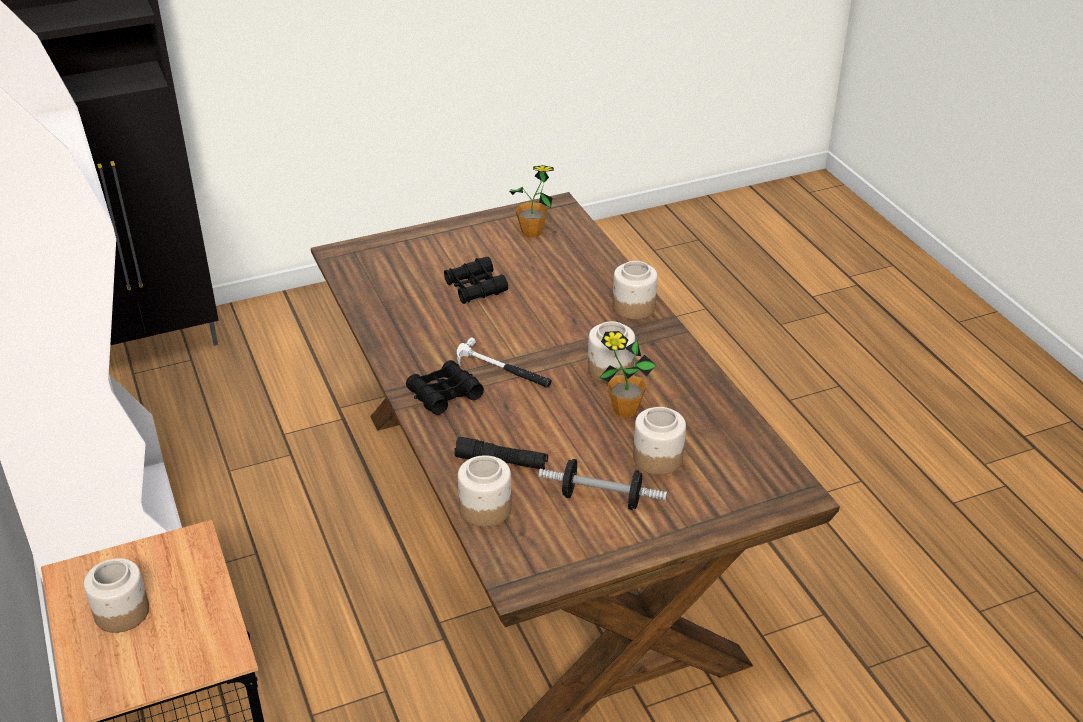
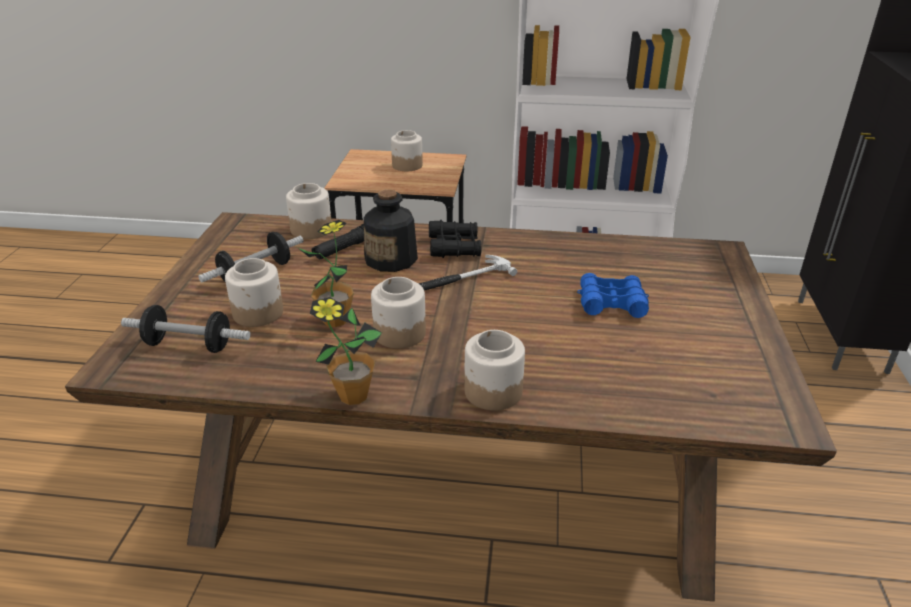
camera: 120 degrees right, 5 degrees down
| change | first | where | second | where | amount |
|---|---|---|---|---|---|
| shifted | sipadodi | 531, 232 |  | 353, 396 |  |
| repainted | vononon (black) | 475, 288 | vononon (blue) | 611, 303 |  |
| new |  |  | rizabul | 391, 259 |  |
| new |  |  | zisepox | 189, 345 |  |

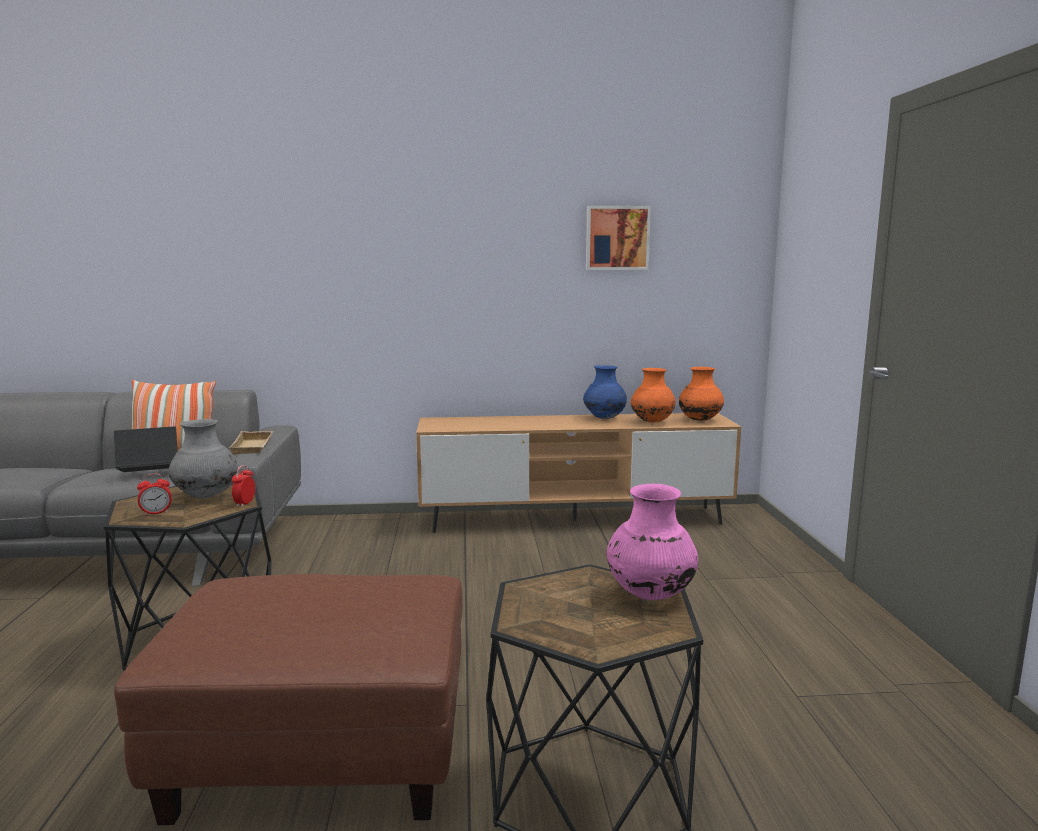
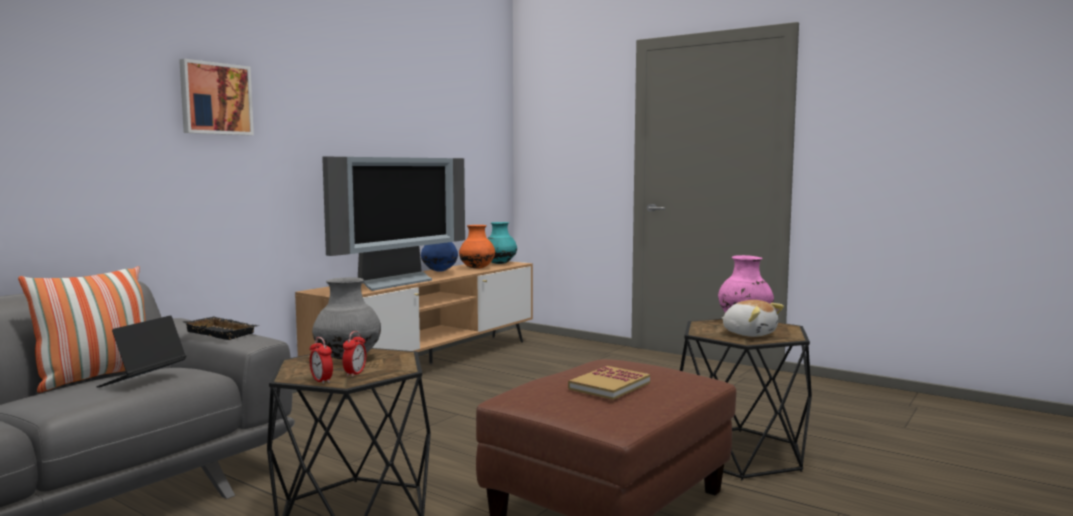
camera: 50 degrees left, 5 degrees down
| change | first | where | second | where | amount |
|---|---|---|---|---|---|
| shifted | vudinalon | 617, 238 |  | 215, 99 |  |
| repainted | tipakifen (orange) | 700, 420 | tipakifen (turquoise) | 500, 264 |  |
| repainted | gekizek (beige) | 254, 447 | gekizek (black) | 223, 333 |  |
| shifted | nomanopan | 244, 504 |  | 321, 381 |  |
| new |  |  | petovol | 389, 283 |  |
| new |  |  | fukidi | 749, 334 |  |
| new |  |  | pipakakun | 609, 386 |  |

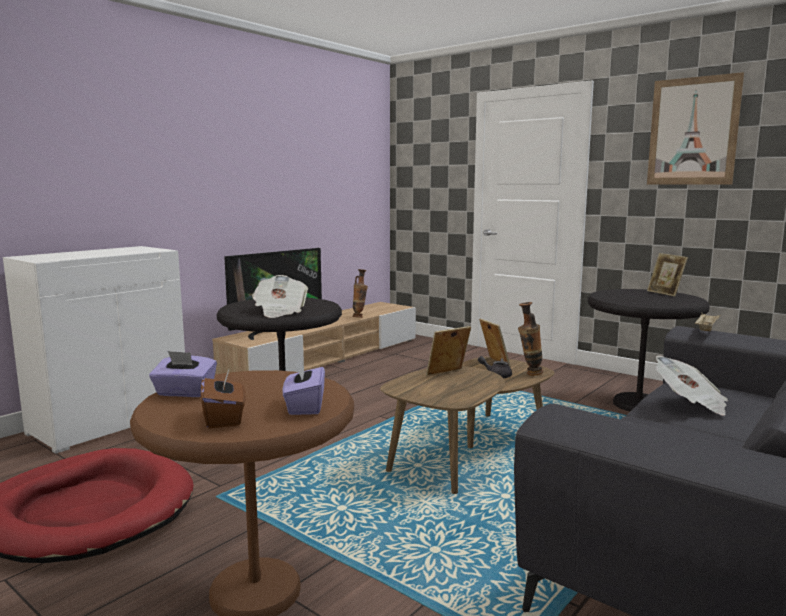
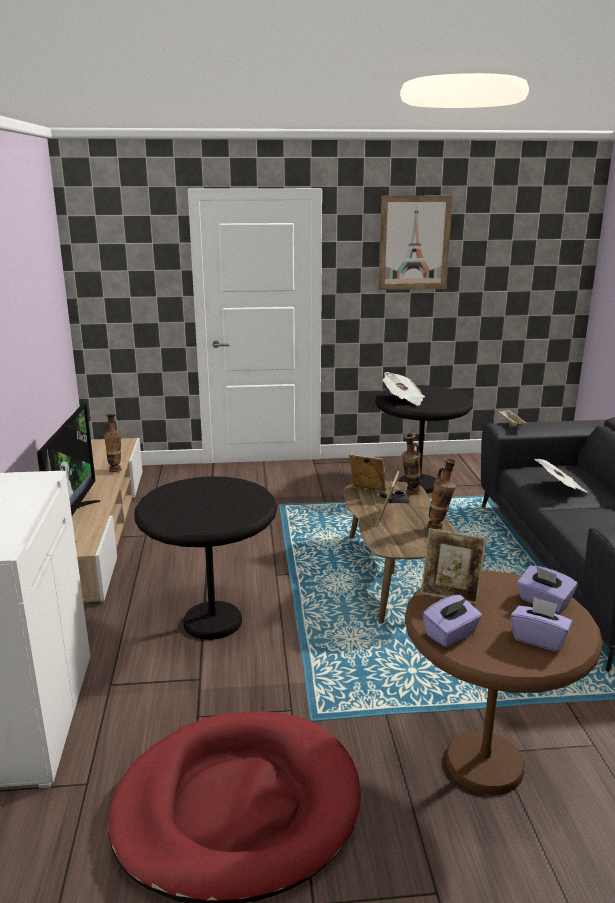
camera: 45 degrees left, 10 degrees up
| change | first | where | second | where | amount |
|---|---|---|---|---|---|
| shifted | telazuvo | 665, 293 |  | 450, 593 |  |
| shifted | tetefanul | 280, 311 |  | 403, 400 |  |
| repainted | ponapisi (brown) | 224, 418 | ponapisi (purple) | 539, 639 |  |
| new |  |  | tipakifen | 439, 528 |  |

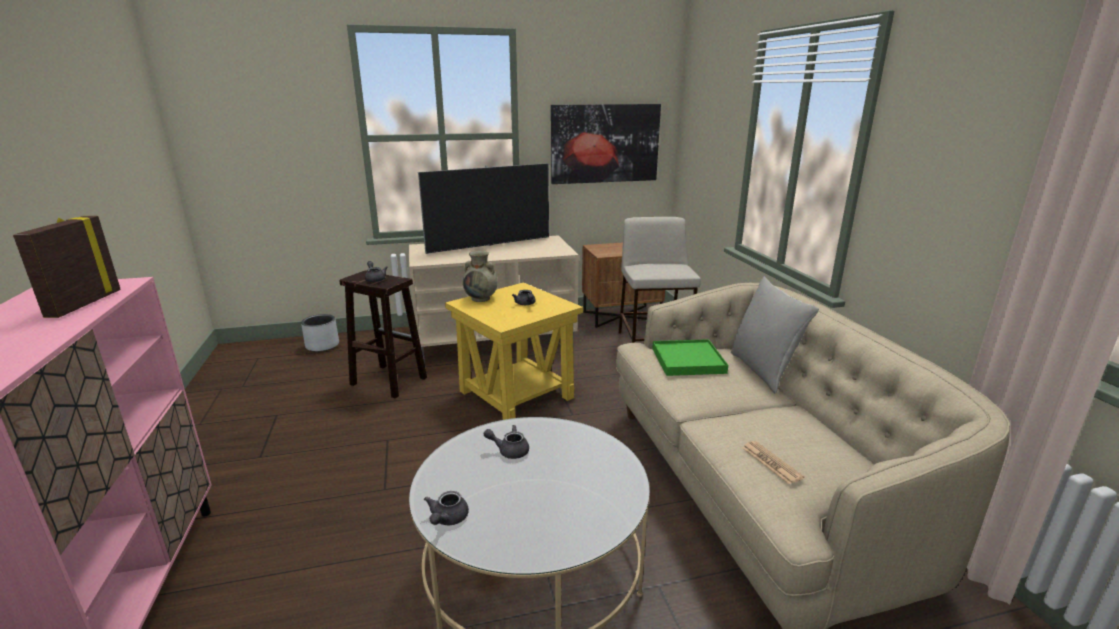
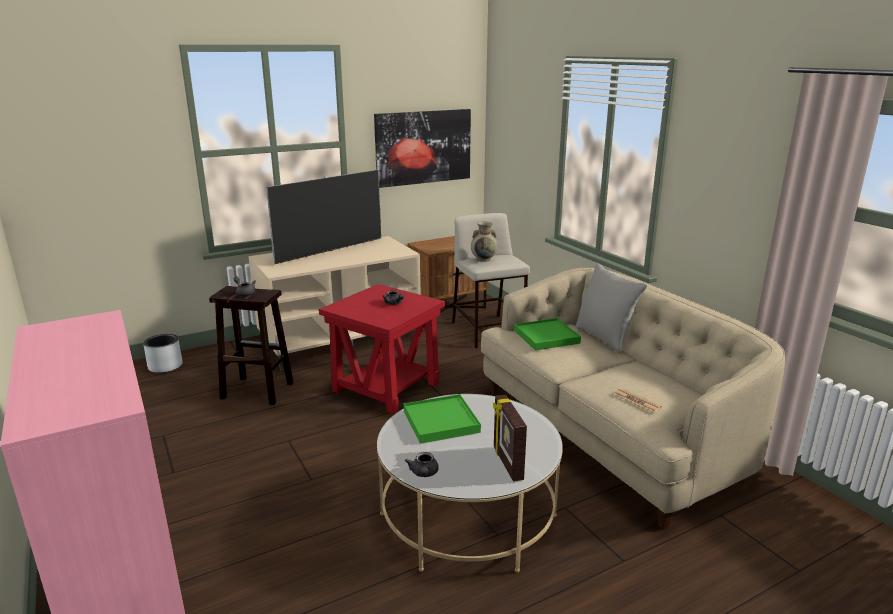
camera: 15 degrees left, 0 degrees up
| change | first | where | second | where | amount |
|---|---|---|---|---|---|
| shifted | telazuvo | 83, 304 |  | 507, 463 |  |
| shifted | tipakifen (beige) | 481, 298 |  | 484, 259 |  |
| repainted | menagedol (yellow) | 517, 394 | menagedol (red) | 387, 387 |  |
| swapped | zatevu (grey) | 509, 450 | gekizek (green) | 441, 421 |  |

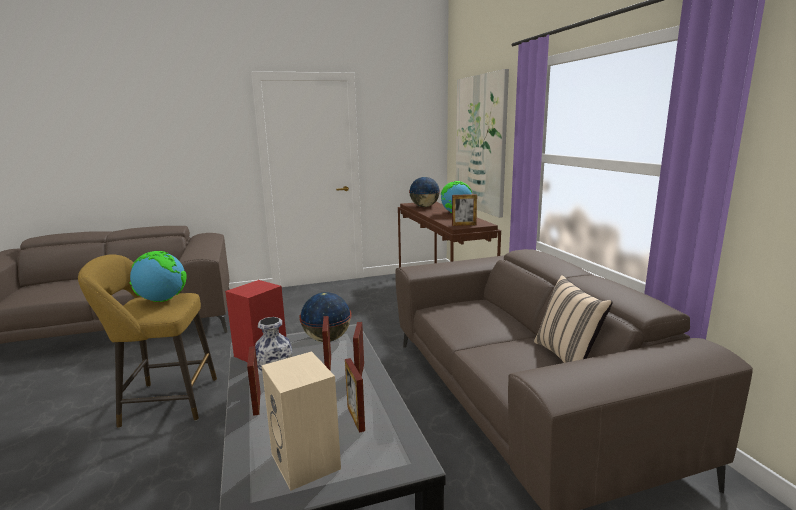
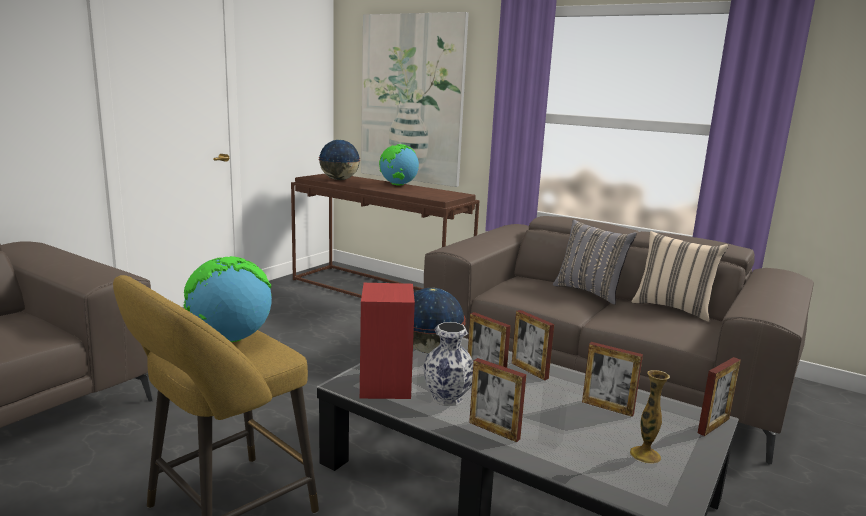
camera: 40 degrees left, 0 degrees up
| change | first | where | second | where | amount |
|---|---|---|---|---|---|
| shifted | telazuvo | 464, 225 |  | 713, 426 |  |
| swapped | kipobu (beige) | 307, 462 | tipakifen | 645, 455 |  |
| new |  |  | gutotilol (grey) | 590, 292 |  |

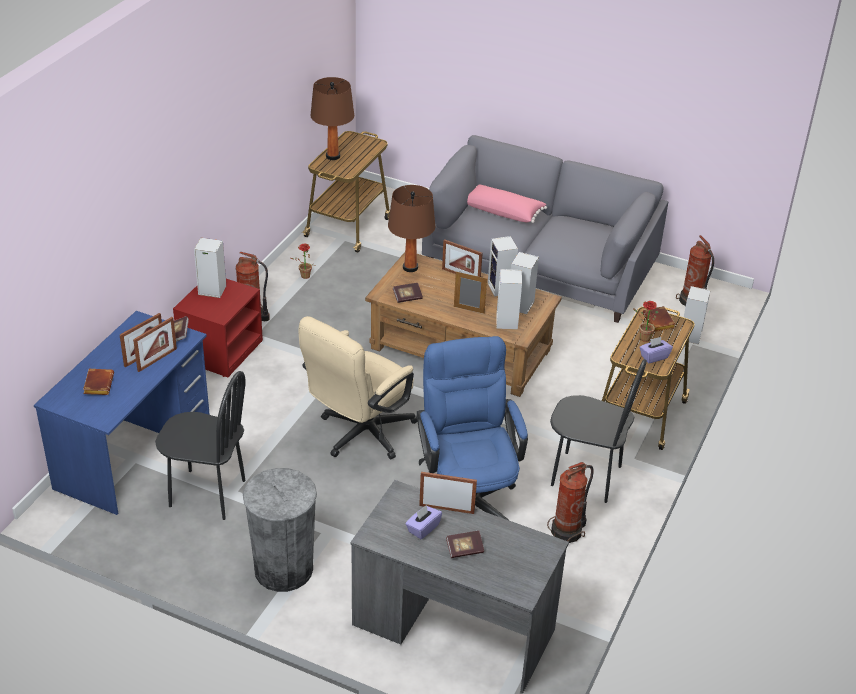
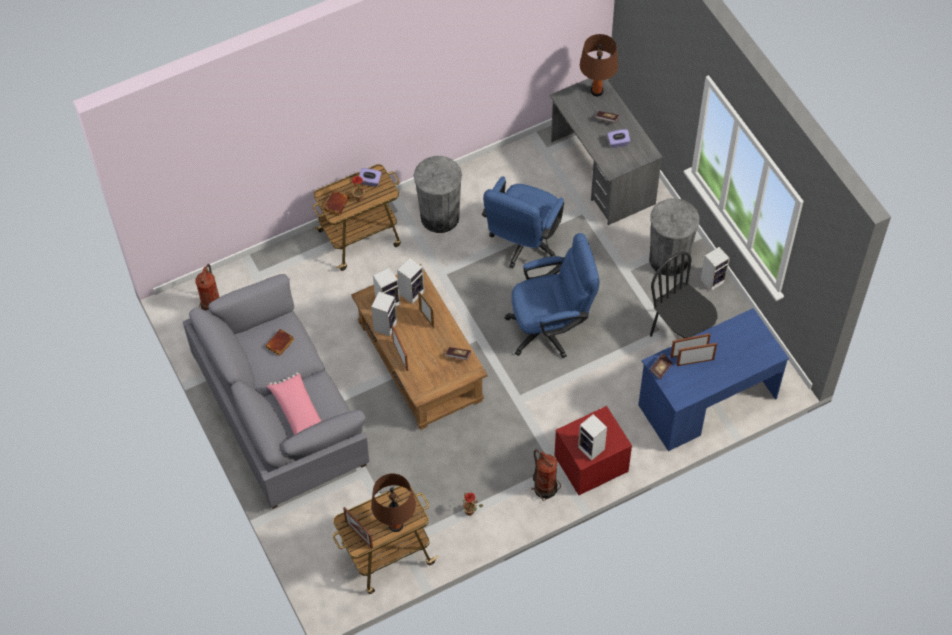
camera: 140 degrees left, 20 degrees up
| change | first | where | second | where | amount |
|---|---|---|---|---|---|
| shifted | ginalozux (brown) | 410, 267 |  | 597, 91 |  |
| shifted | kipobu | 691, 336 |  | 713, 280 |  |
| repainted | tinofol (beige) | 360, 435 | tinofol (blue) | 551, 328 |  |
| swapped | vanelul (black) | 586, 476 | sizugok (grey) | 440, 216 |  |
| shifted | pipakakun (brown) | 98, 384 |  | 280, 344 |  |
| gone | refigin | 568, 531 |  |  |  |
| shifted | telazuvo | 446, 509 |  | 359, 534 |  |

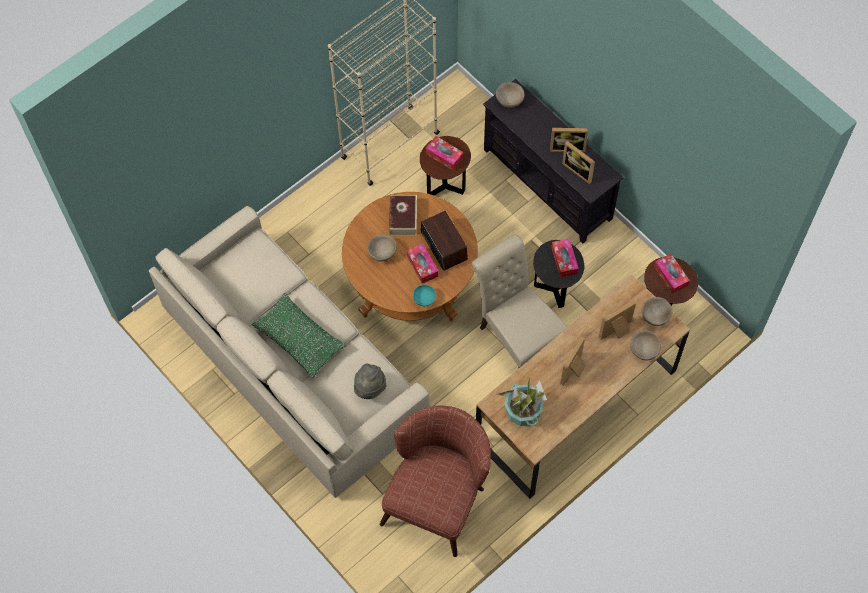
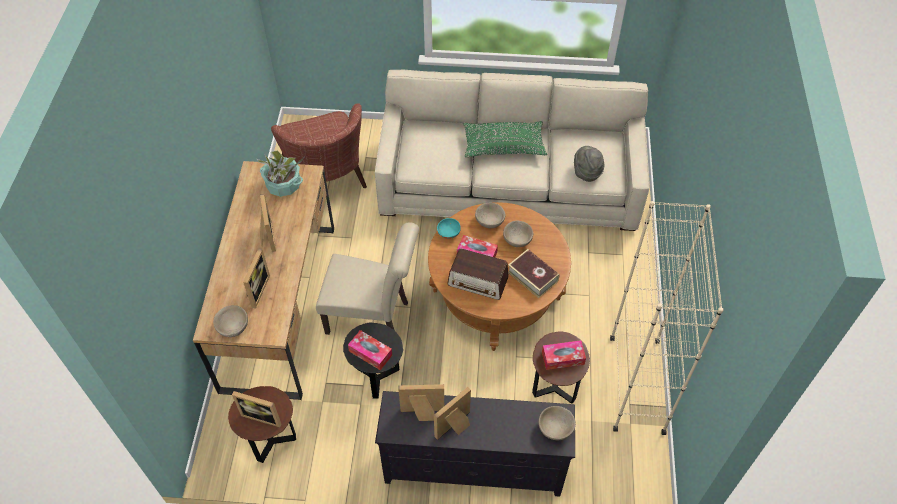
camera: 135 degrees right, 10 degrees down
| change | first | where | second | where | amount |
|---|---|---|---|---|---|
| swapped | ponapisi | 670, 276 | telazuvo | 263, 415 |  |
| shifted | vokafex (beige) | 643, 349 |  | 490, 221 |  |
| shifted | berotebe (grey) | 370, 388 |  | 586, 172 |  |

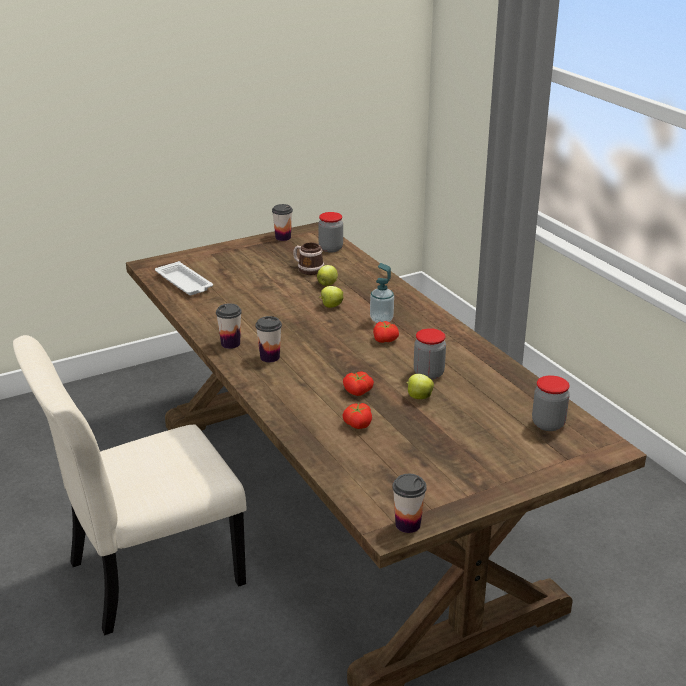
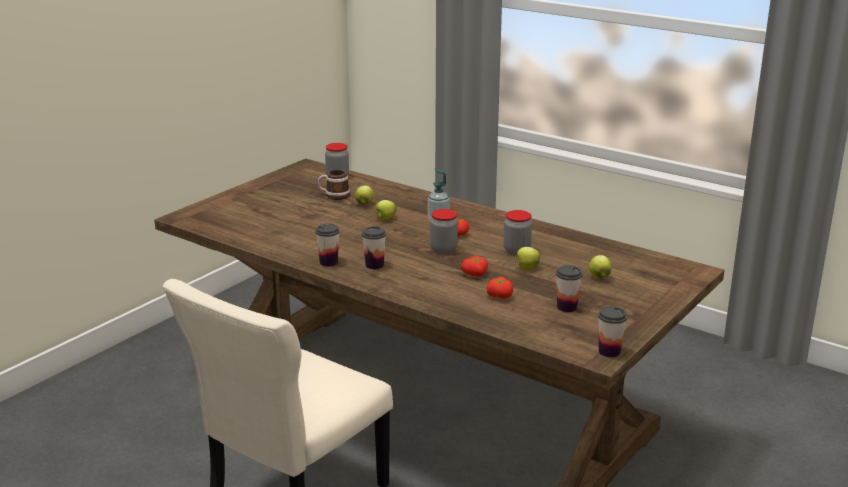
camera: 25 degrees left, 5 degrees down
| change | first | where | second | where | amount |
|---|---|---|---|---|---|
| shifted | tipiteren | 283, 237 |  | 567, 307 |  |
| gone | gekizek (white) | 185, 283 |  |  |  |
| shifted | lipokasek | 548, 424 |  | 443, 249 |  |
| new |  |  | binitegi | 599, 276 |  |

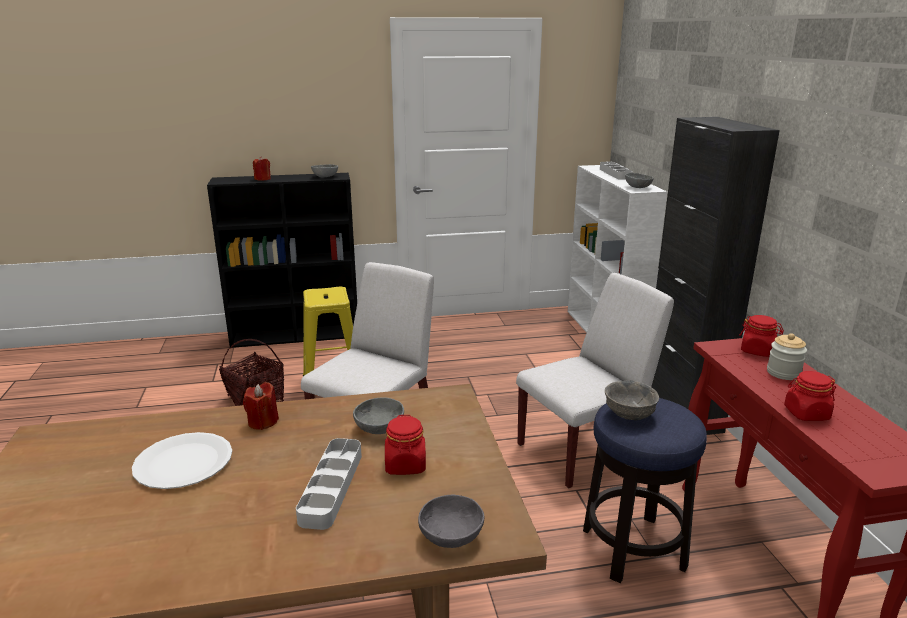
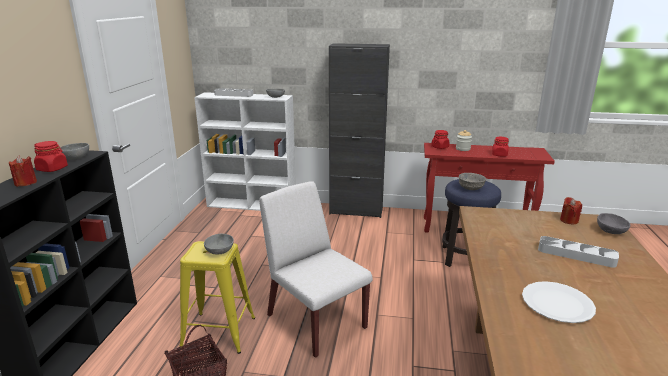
camera: 70 degrees left, 0 degrees up
| change | first | where | second | where | amount |
|---|---|---|---|---|---|
| gone | vanelul (white) | 584, 450 |  |  |  |
| shifted | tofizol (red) | 263, 422 |  | 569, 220 |  |
| shifted | vokafex (grey) | 379, 429 |  | 220, 251 |  |
| shifted | lipokasek (red) | 405, 465 |  | 52, 169 |  |

